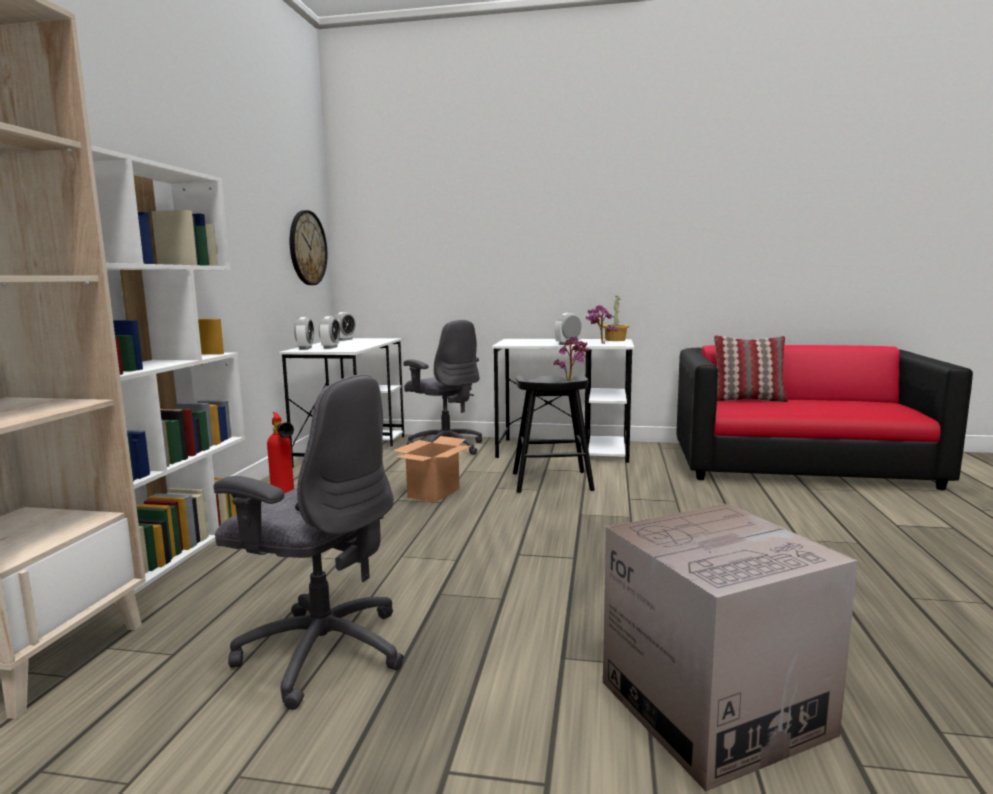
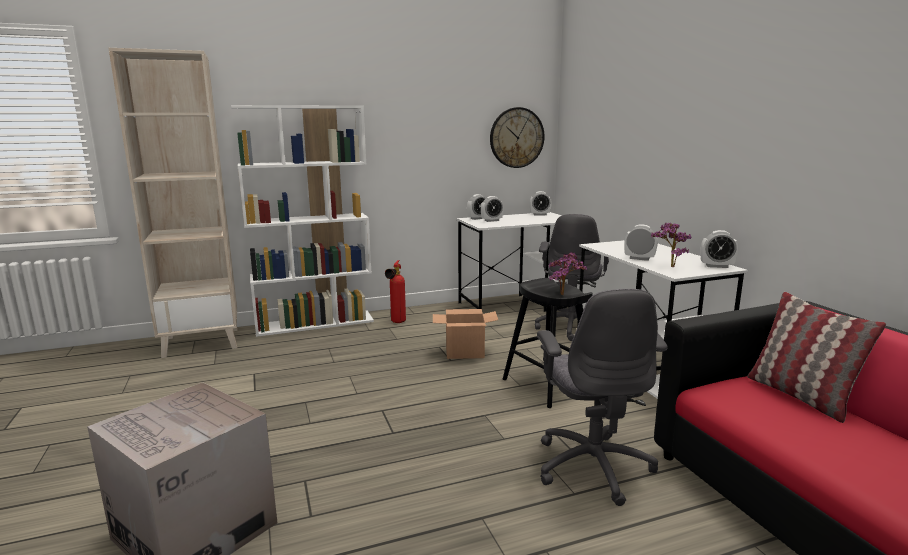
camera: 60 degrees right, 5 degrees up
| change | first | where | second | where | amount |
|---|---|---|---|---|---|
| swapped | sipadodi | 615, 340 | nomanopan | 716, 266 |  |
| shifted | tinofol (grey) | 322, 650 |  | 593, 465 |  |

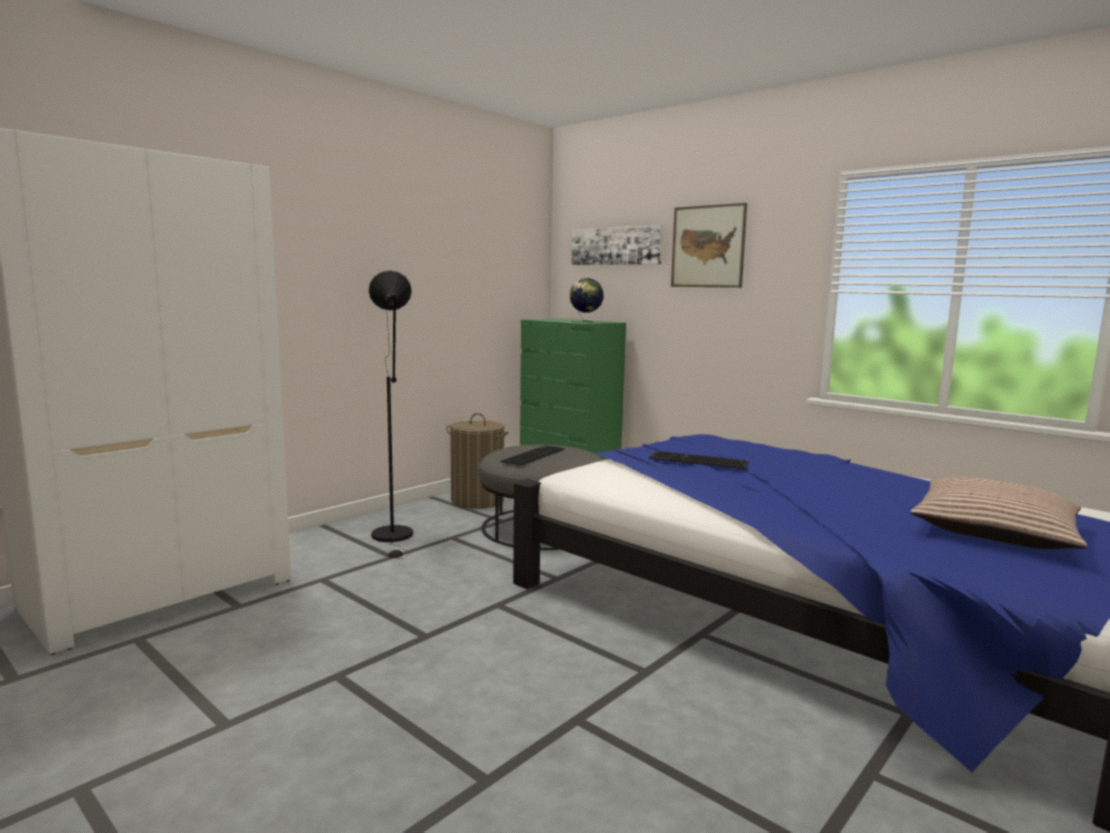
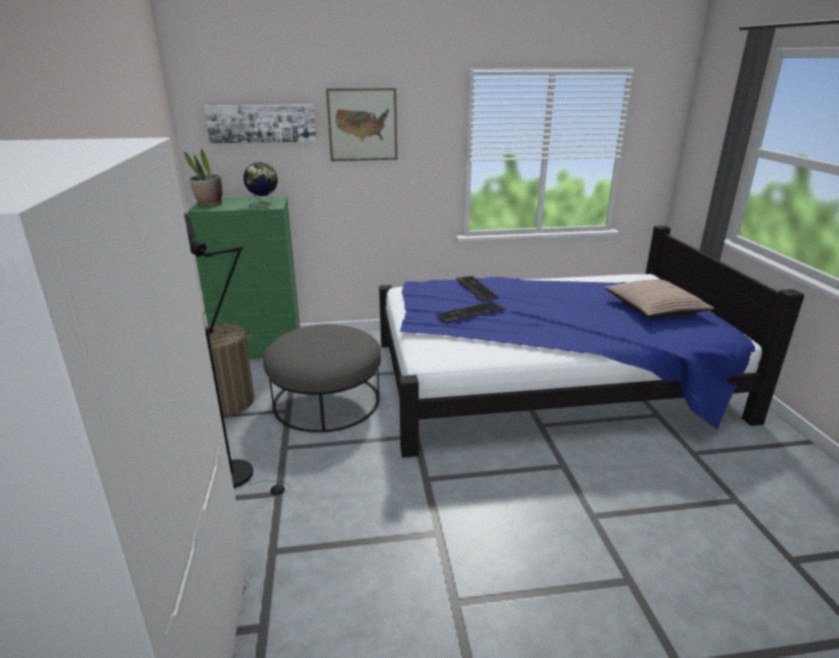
camera: 50 degrees left, 15 degrees up
| change | first | where | second | where | amount |
|---|---|---|---|---|---|
| shifted | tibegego | 533, 455 |  | 475, 287 |  |
| new |  |  | sipadodi | 209, 204 |  |

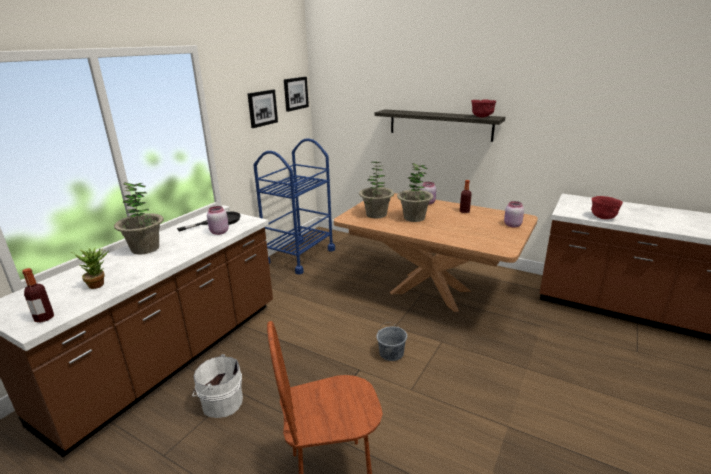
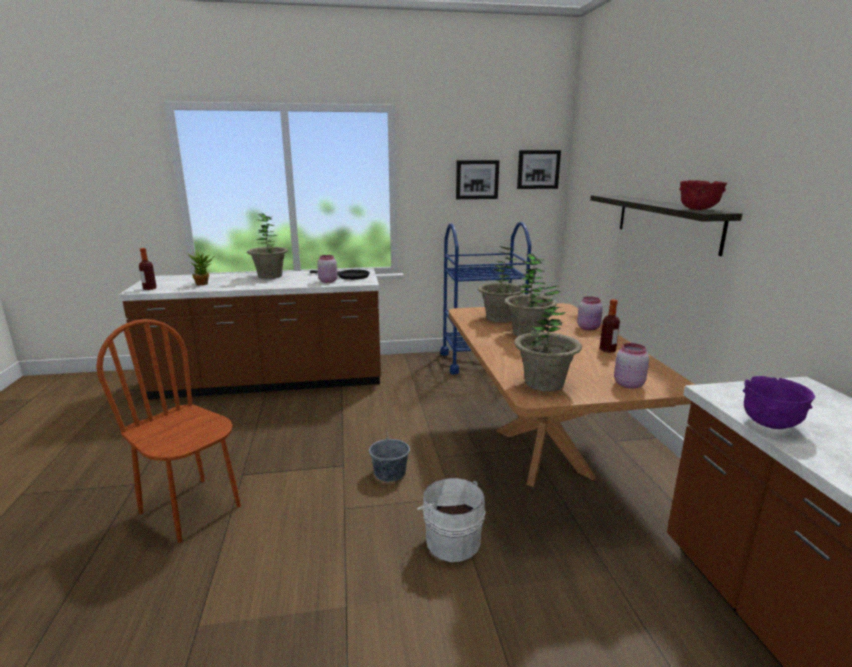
camera: 50 degrees right, 5 degrees down
| change | first | where | second | where | amount |
|---|---|---|---|---|---|
| repainted | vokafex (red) | 603, 217 | vokafex (purple) | 770, 424 |  |
| shifted | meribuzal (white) | 221, 402 |  | 451, 540 |  |
| new |  |  | sipadodi | 544, 383 |  |

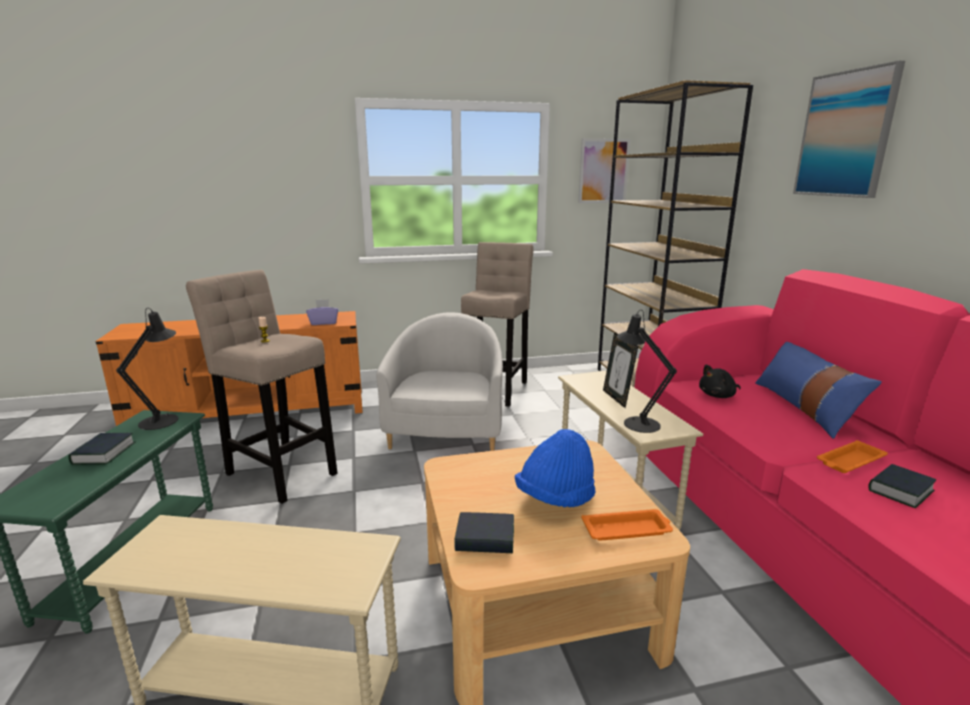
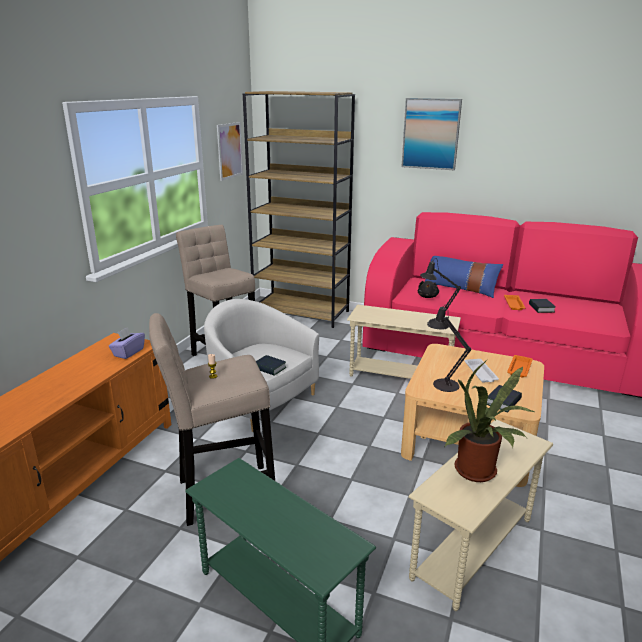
camera: 55 degrees left, 5 degrees up
| change | first | where | second | where | amount |
|---|---|---|---|---|---|
| shifted | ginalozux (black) | 163, 419 |  | 443, 383 |  |
| gone | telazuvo | 617, 398 |  |  |  |
| swapped | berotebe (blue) | 555, 498 | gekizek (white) | 481, 373 |  |
| shifted | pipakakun | 104, 453 |  | 269, 368 |  |
| new |  |  | sipadodi | 479, 473 |  |

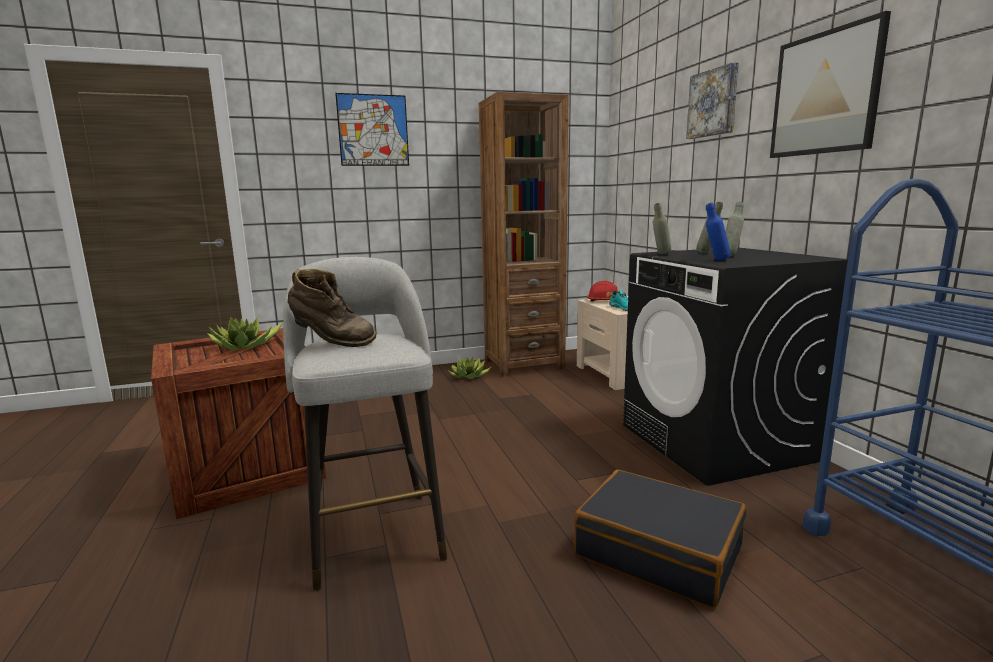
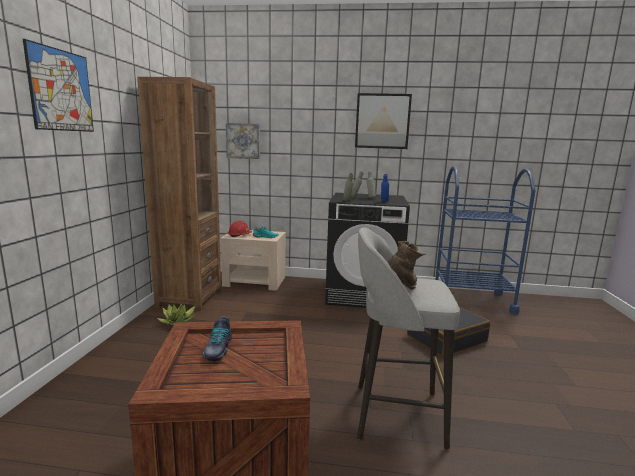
camera: 65 degrees left, 0 degrees up
| change | first | where | second | where | amount |
|---|---|---|---|---|---|
| shifted | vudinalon | 714, 103 |  | 243, 141 |  |
| swapped | sipadodi | 246, 347 | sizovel | 217, 349 |  |

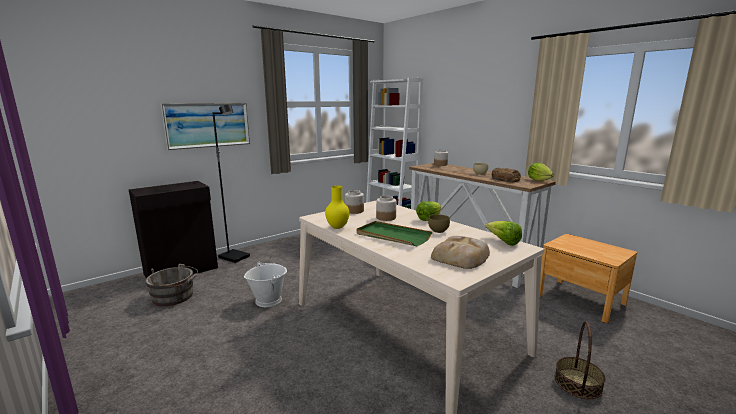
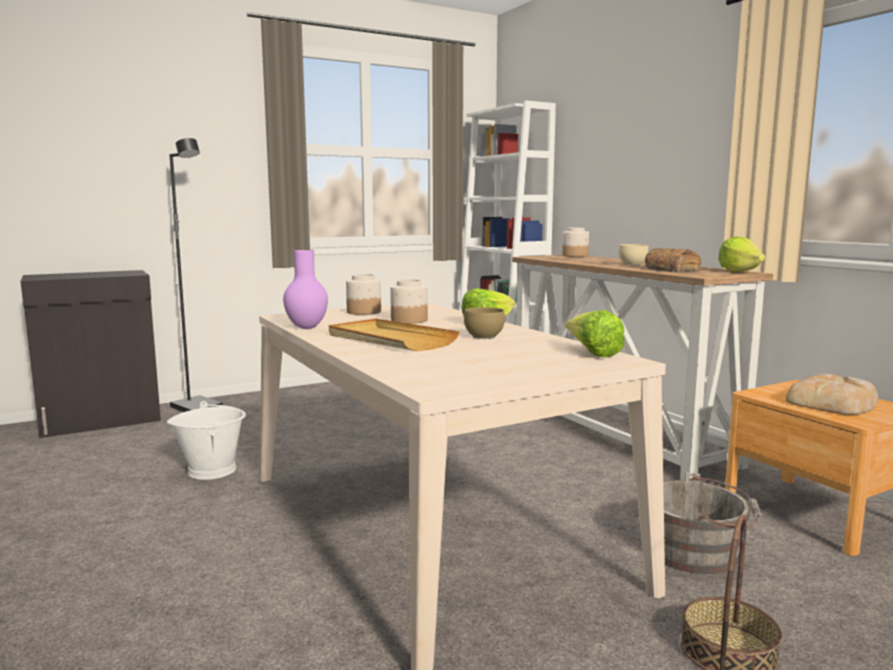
camera: 10 degrees right, 5 degrees down
| change | first | where | second | where | amount |
|---|---|---|---|---|---|
| gone | vudinalon | 208, 125 |  |  |  |
| repainted | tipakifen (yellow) | 337, 228 | tipakifen (purple) | 306, 328 |  |
| repainted | gekizek (green) | 392, 236 | gekizek (beige) | 390, 339 |  |
| shifted | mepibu | 461, 257 |  | 832, 403 |  |
| shifted | meribuzal (grey) | 175, 297 |  | 697, 552 |  |

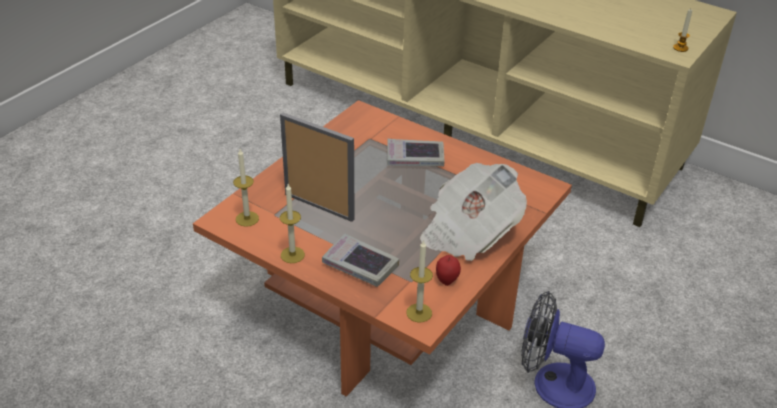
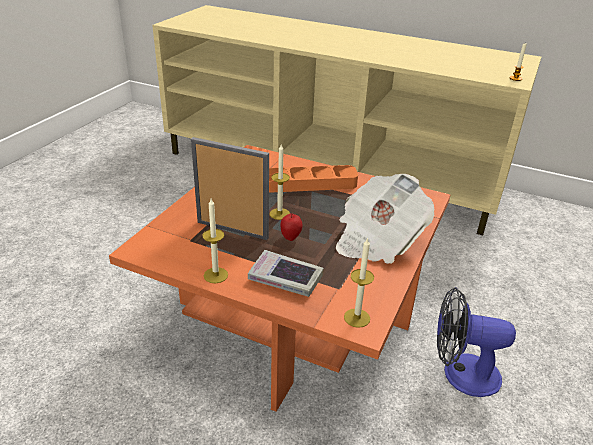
camera: 10 degrees left, 5 degrees down
| change | first | where | second | where | amount |
|---|---|---|---|---|---|
| swapped | pipakakun | 415, 158 | gekizek (orange) | 309, 184 |  |
| shifted | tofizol | 247, 219 |  | 279, 214 |  |
| shifted | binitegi | 447, 280 |  | 290, 237 |  |

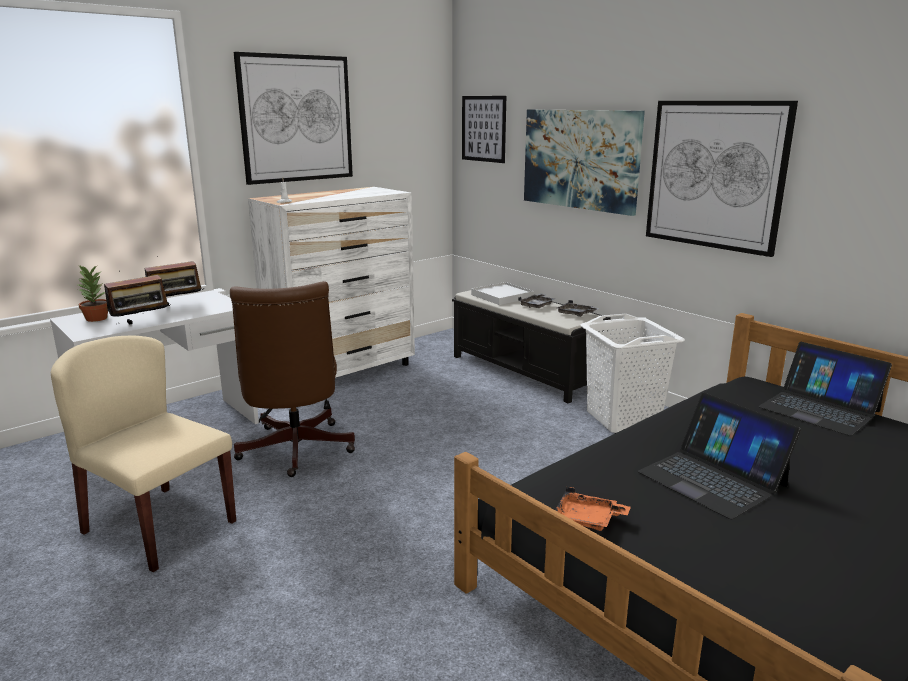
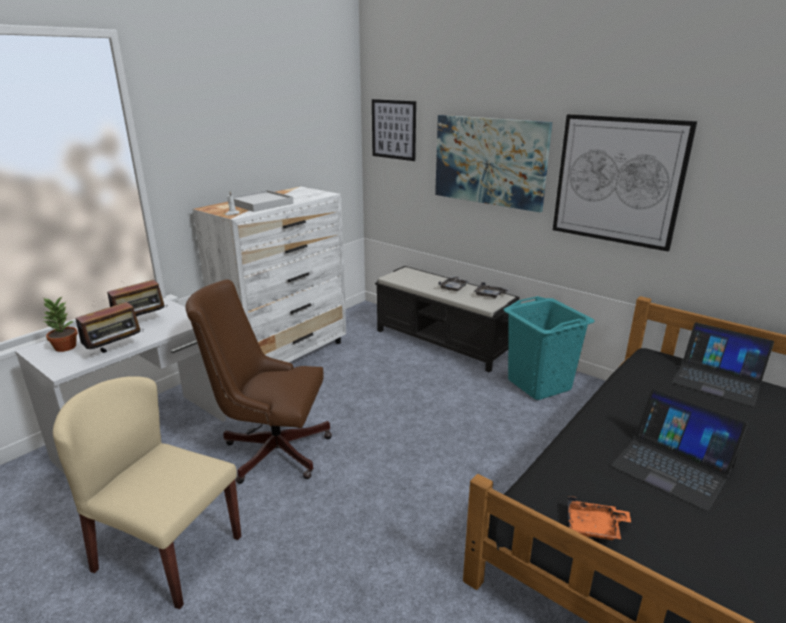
camera: 10 degrees left, 5 degrees up
| change | first | where | second | where | amount |
|---|---|---|---|---|---|
| gone | vudinalon | 296, 119 |  |  |  |
| rotated | tinofol (brown) | 294, 452 |  | 270, 449 | 120 degrees clockwise |
| shifted | gekizek (white) | 502, 296 |  | 261, 203 |  |
| repainted | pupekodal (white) | 622, 419 | pupekodal (turquoise) | 539, 385 |  |

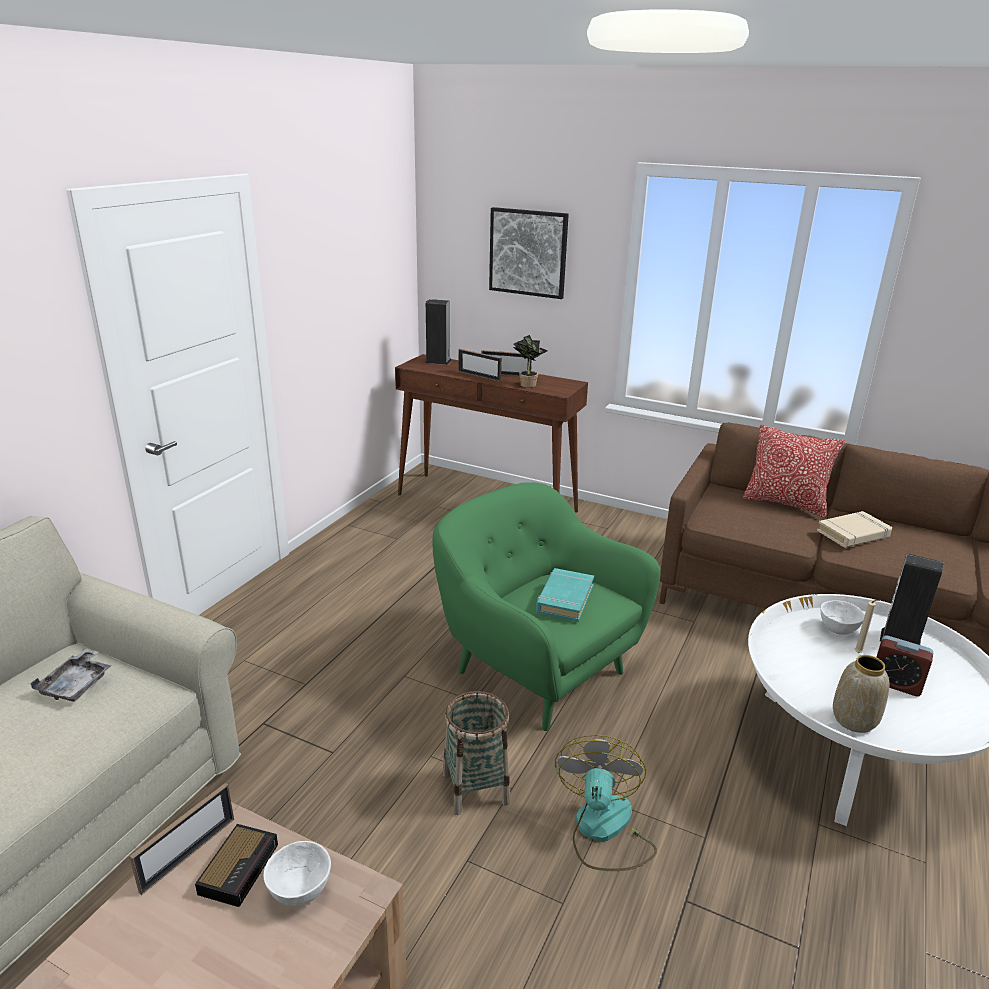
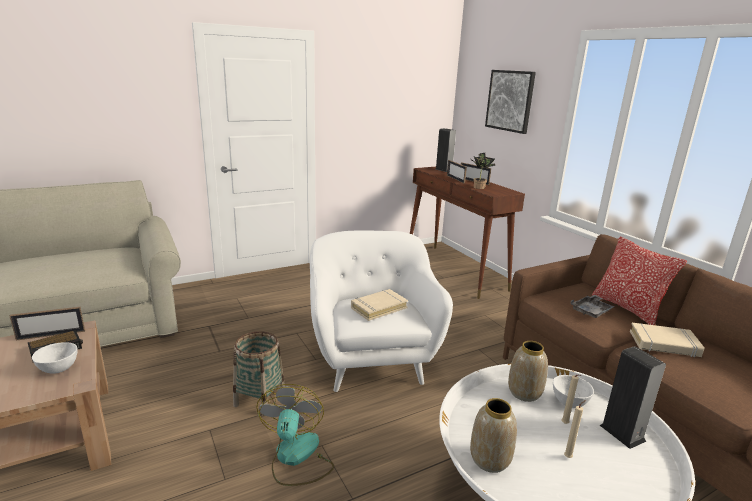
camera: 35 degrees right, 5 degrees down
| change | first | where | second | where | amount |
|---|---|---|---|---|---|
| repainted | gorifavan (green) | 536, 669 | gorifavan (white) | 371, 359 |  |
| repainted | pipakakun (turquoise) | 564, 599 | pipakakun (beige) | 378, 308 |  |
| swapped | nomanopan | 895, 684 | tofizol (beige) | 568, 457 |  |
| shifted | gekizek (grey) | 77, 684 |  | 591, 311 |  |
| rotated | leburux | 603, 831 |  | 296, 458 | 45 degrees counterclockwise |
| new |  |  | tipakifen | 524, 392 |  |

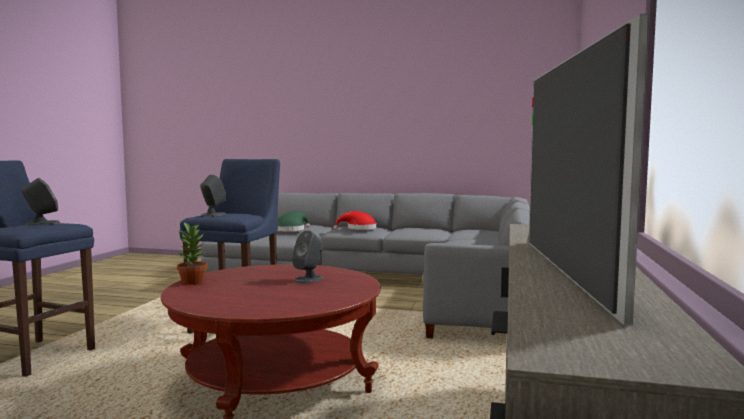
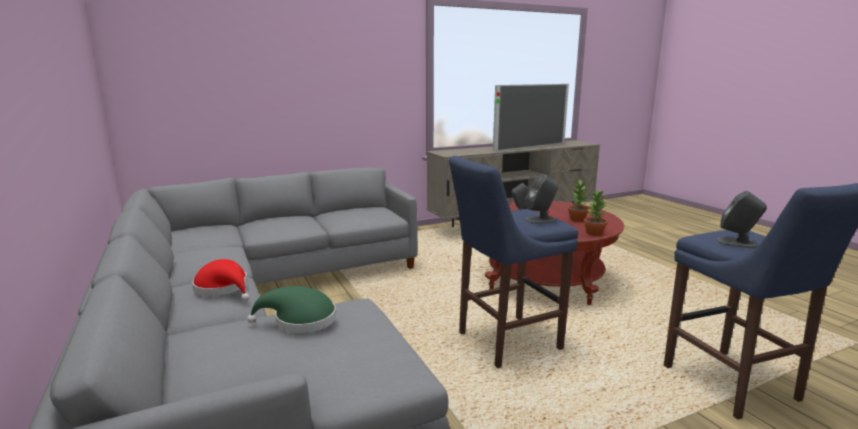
camera: 130 degrees left, 10 degrees up
| change | first | where | second | where | amount |
|---|---|---|---|---|---|
| new |  |  | sipadodi | 577, 219 |  |

